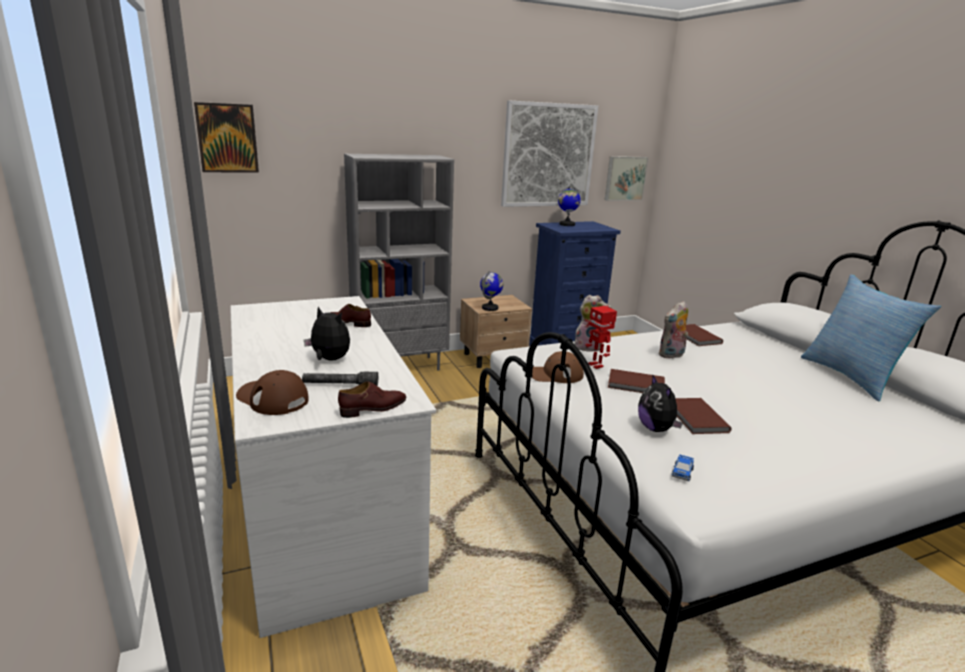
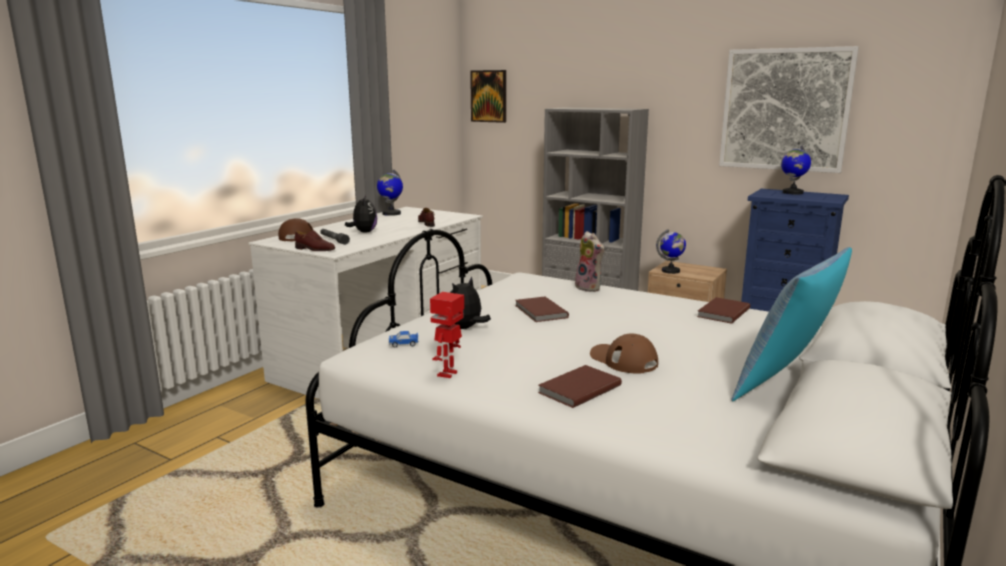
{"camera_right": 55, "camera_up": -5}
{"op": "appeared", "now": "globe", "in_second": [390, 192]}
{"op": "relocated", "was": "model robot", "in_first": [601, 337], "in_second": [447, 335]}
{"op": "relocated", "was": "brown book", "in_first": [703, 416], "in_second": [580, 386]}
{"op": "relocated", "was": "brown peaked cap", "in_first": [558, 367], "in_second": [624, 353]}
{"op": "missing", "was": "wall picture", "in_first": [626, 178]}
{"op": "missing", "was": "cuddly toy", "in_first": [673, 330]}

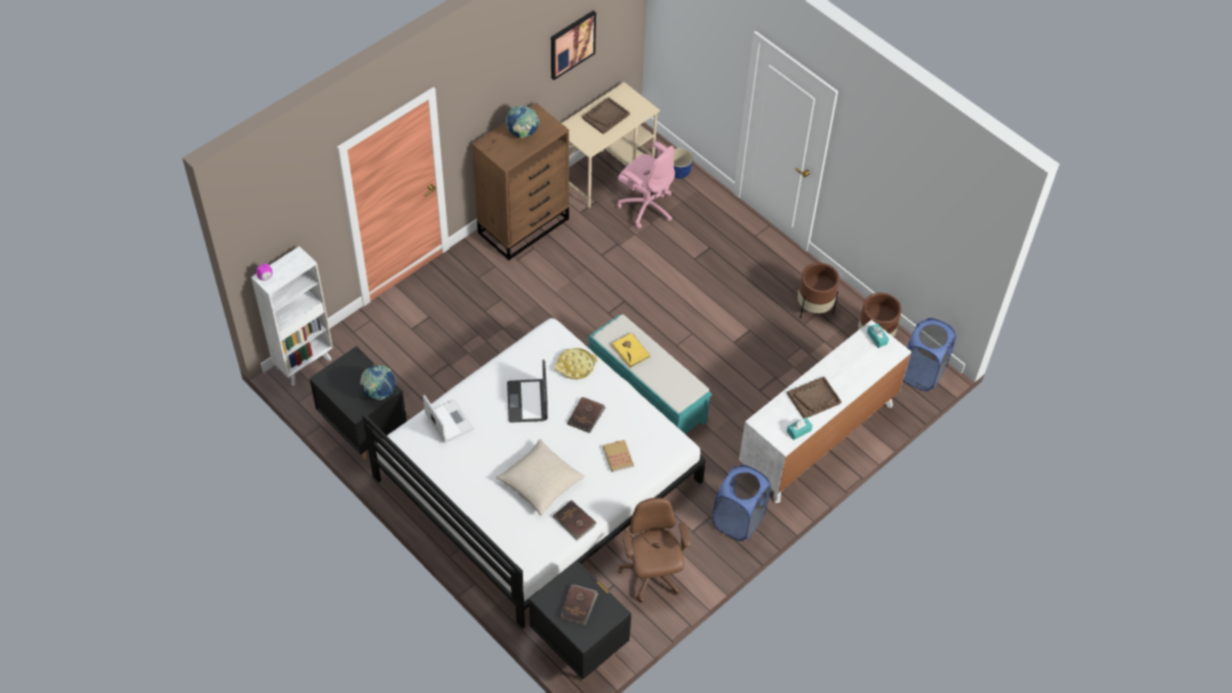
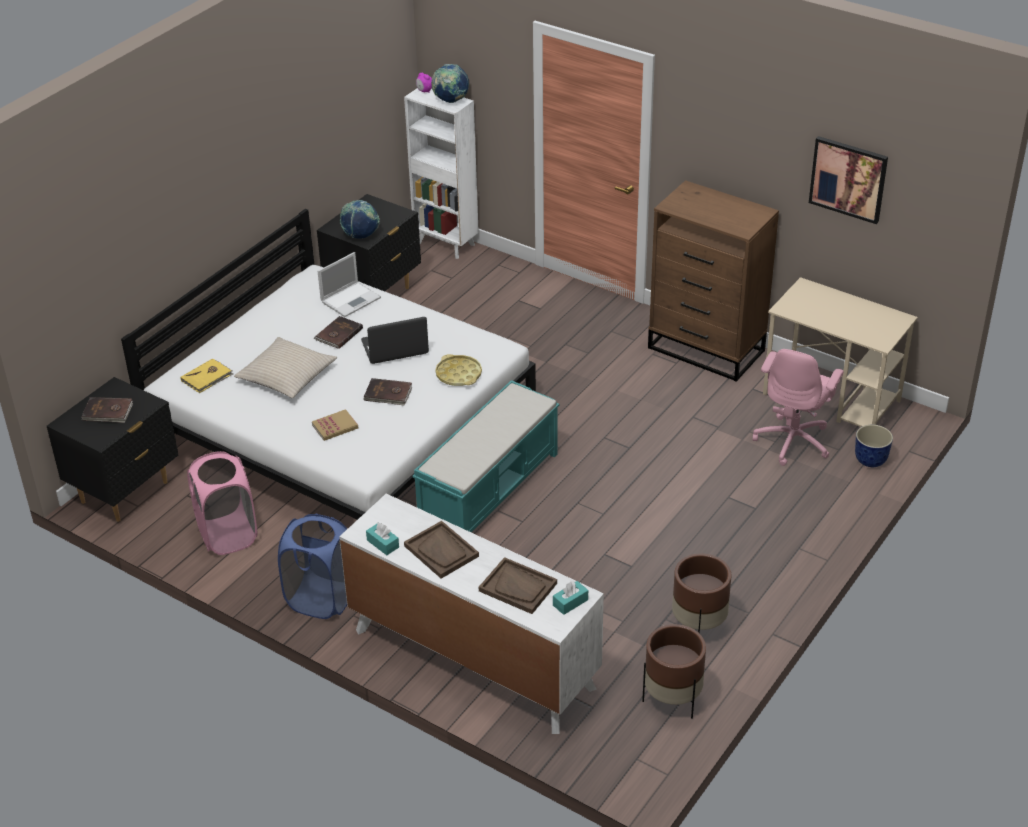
{"camera_right": 80, "camera_up": -15}
{"op": "relocated", "was": "yellow-coloured book", "in_first": [631, 350], "in_second": [206, 375]}
{"op": "exchanged", "was": "brown office chair", "now": "pink-coloured laundry basket", "in_first": [654, 550], "in_second": [222, 503]}
{"op": "relocated", "was": "brown book", "in_first": [574, 520], "in_second": [338, 332]}
{"op": "relocated", "was": "globe", "in_first": [522, 122], "in_second": [450, 83]}
{"op": "relocated", "was": "brown carrying tray", "in_first": [606, 115], "in_second": [518, 585]}
{"op": "missing", "was": "blue-coloured laundry basket", "in_first": [929, 354]}

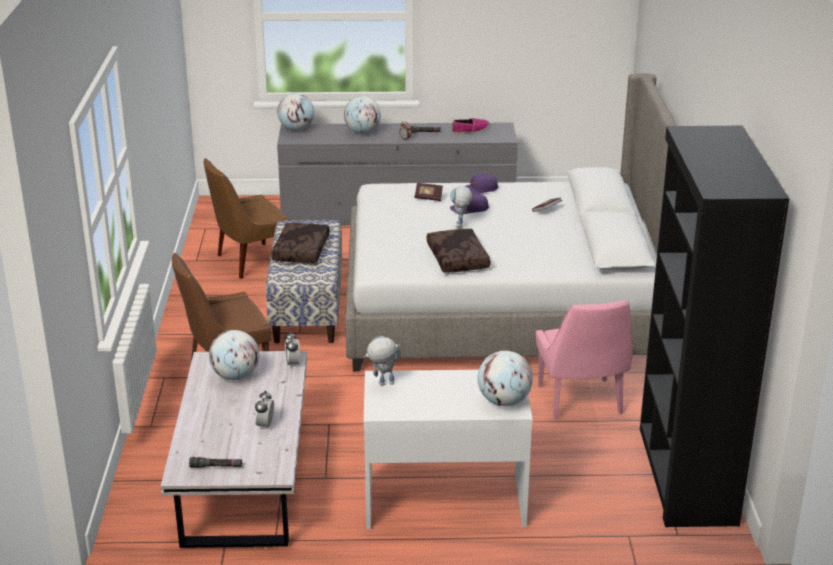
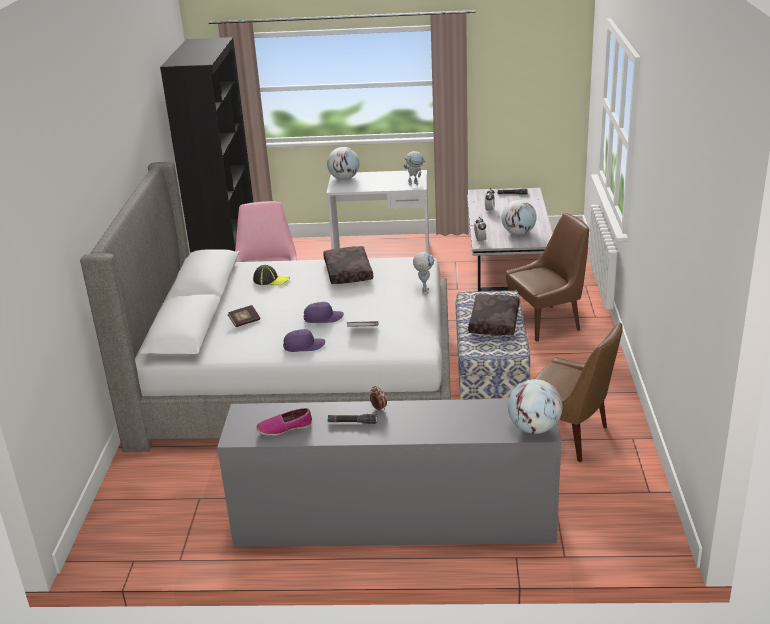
{"camera_right": -175, "camera_up": 0}
{"op": "appeared", "now": "peaked cap", "in_second": [271, 275]}
{"op": "relocated", "was": "model robot", "in_first": [461, 206], "in_second": [423, 273]}
{"op": "spun", "was": "brown plain chair", "in_first": [247, 218], "in_second": [578, 392], "clockwise": 60}
{"op": "missing", "was": "globe", "in_first": [362, 115]}

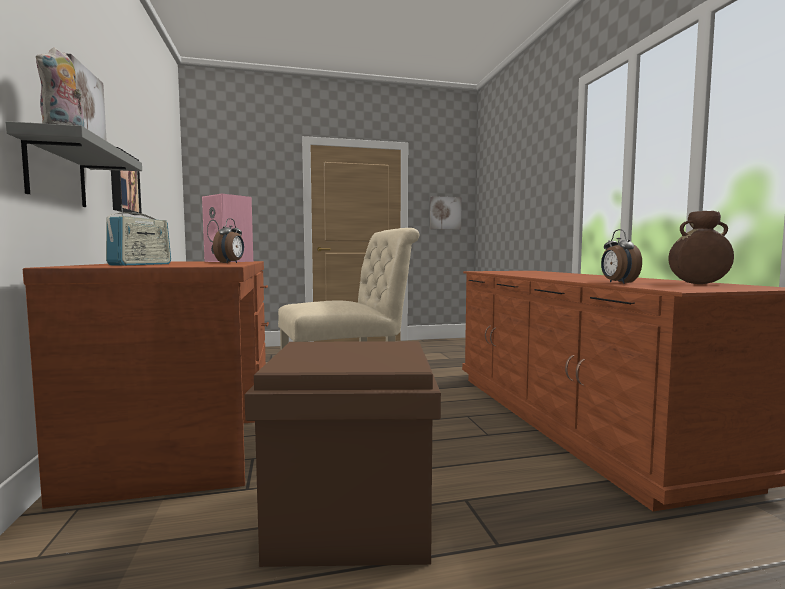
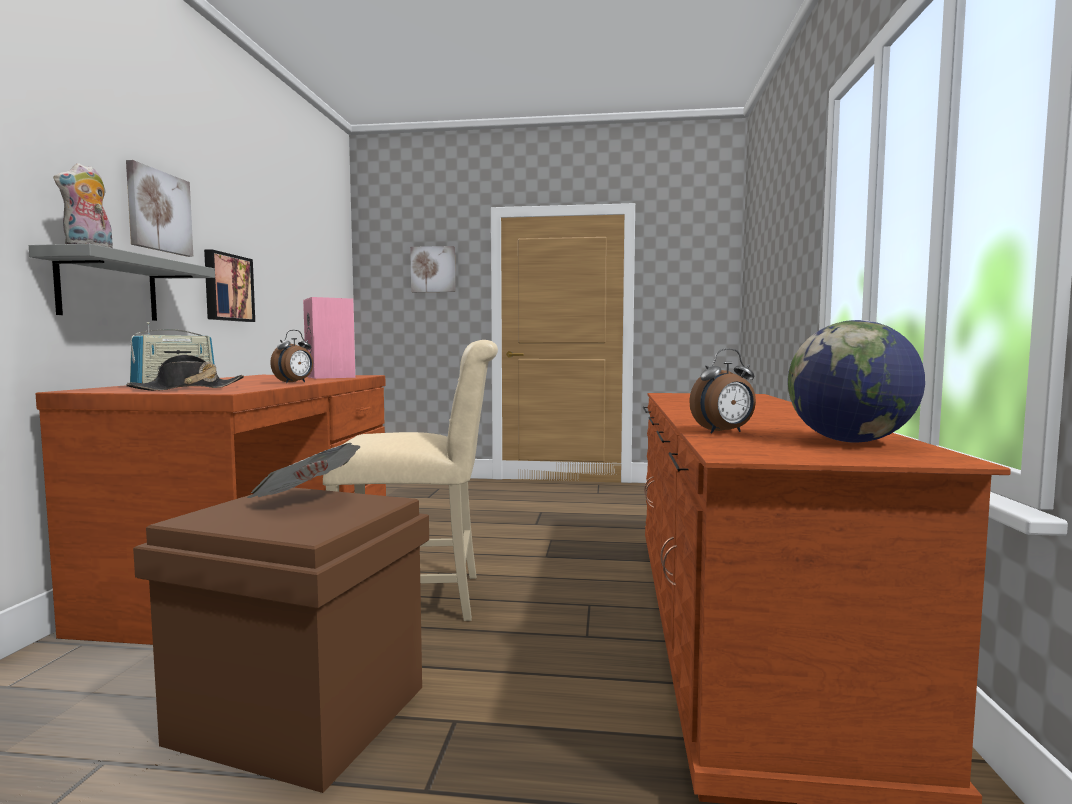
{"camera_right": 20, "camera_up": 0}
{"op": "appeared", "now": "blackish clothing hat", "in_second": [185, 373]}
{"op": "appeared", "now": "newspaper", "in_second": [303, 470]}
{"op": "relocated", "was": "wall picture", "in_first": [446, 213], "in_second": [433, 269]}
{"op": "spun", "was": "alarm clock", "in_first": [621, 256], "in_second": [722, 390], "clockwise": -120}
{"op": "exchanged", "was": "brown flower vase", "now": "globe", "in_first": [701, 247], "in_second": [856, 381]}

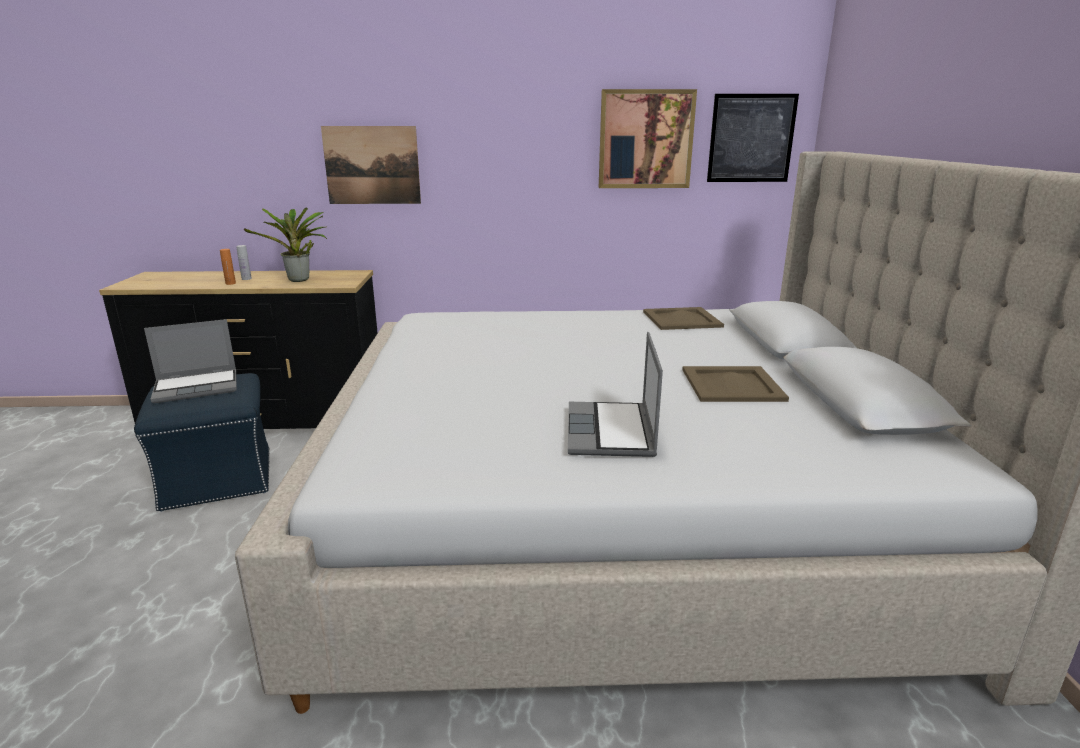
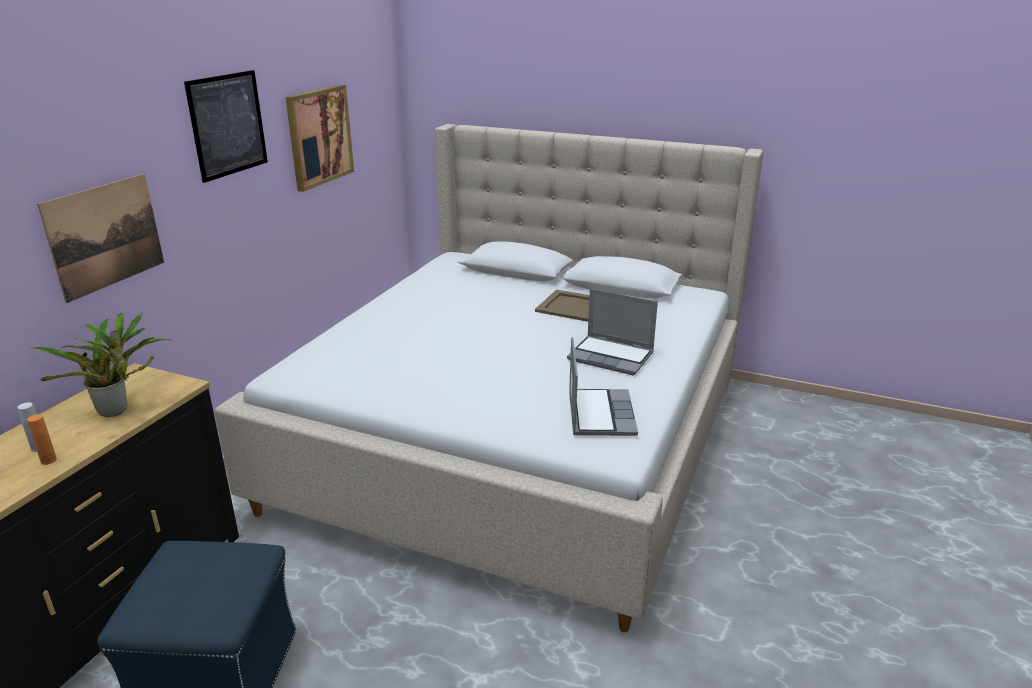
{"camera_right": -65, "camera_up": 5}
{"op": "relocated", "was": "wall picture", "in_first": [753, 138], "in_second": [226, 126]}
{"op": "relocated", "was": "portable computer", "in_first": [190, 361], "in_second": [603, 386]}
{"op": "missing", "was": "sand-coloured carrying tray", "in_first": [683, 318]}

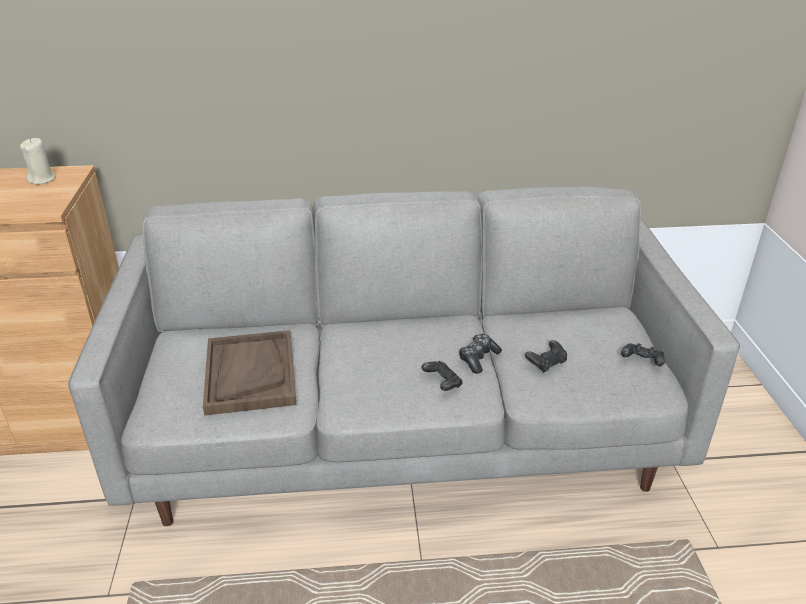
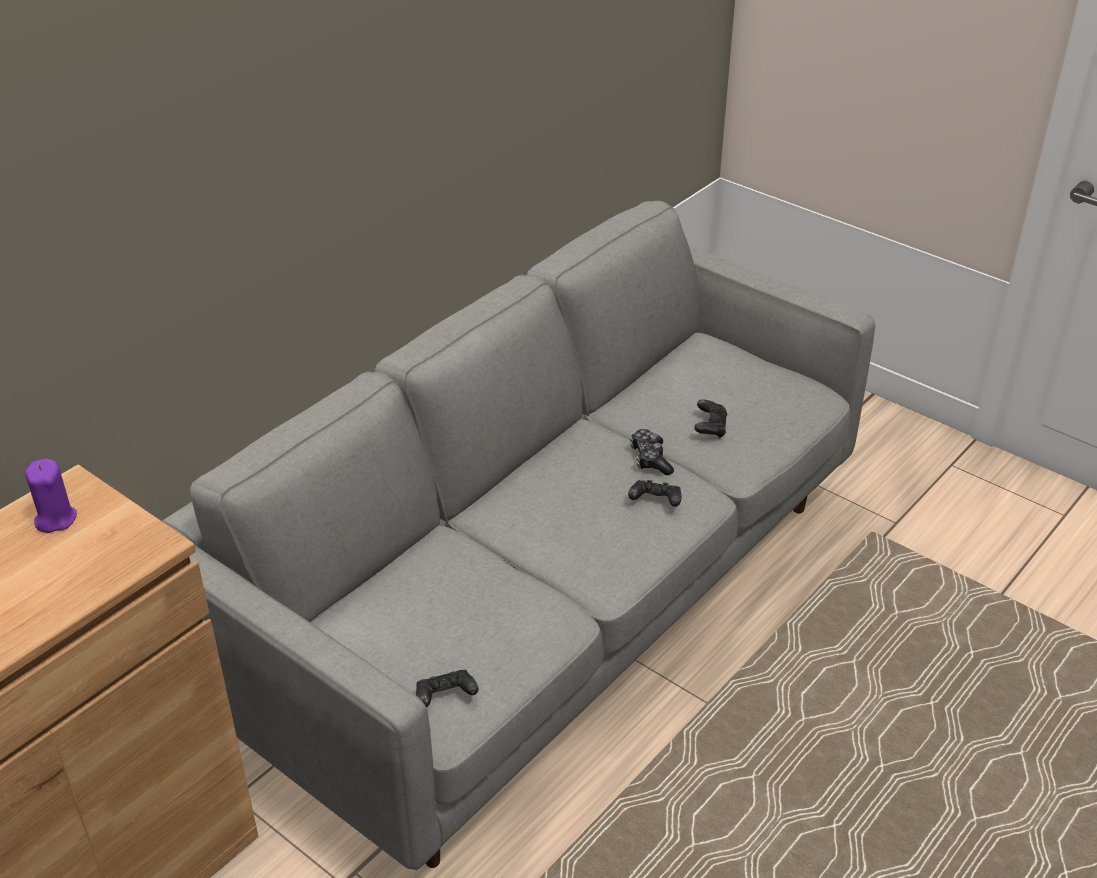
{"camera_right": -45, "camera_up": 5}
{"op": "colour", "was": "sand-coloured candle", "now": "purple candle", "in_first": [38, 161], "in_second": [51, 496]}
{"op": "relocated", "was": "blackish joypad", "in_first": [643, 354], "in_second": [447, 688]}
{"op": "missing", "was": "brown carrying tray", "in_first": [249, 373]}

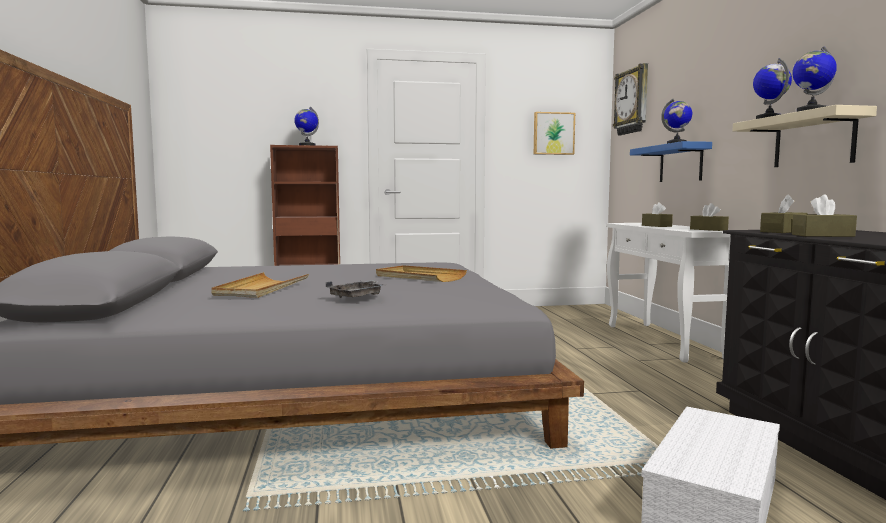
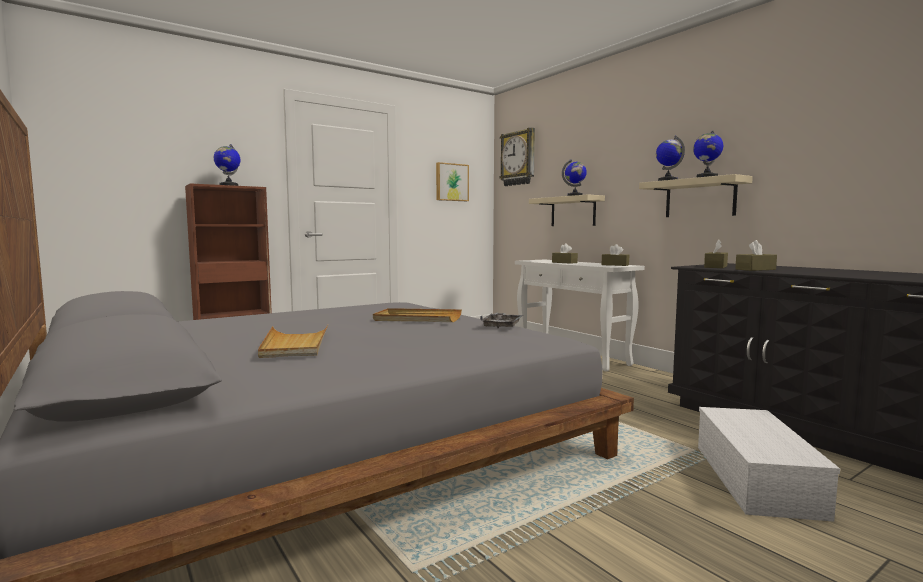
{"camera_right": -25, "camera_up": 0}
{"op": "relocated", "was": "greyish carrying tray", "in_first": [354, 289], "in_second": [501, 320]}
{"op": "colour", "was": "blue-coloured wall shelf", "now": "sand-coloured wall shelf", "in_first": [671, 161], "in_second": [567, 210]}

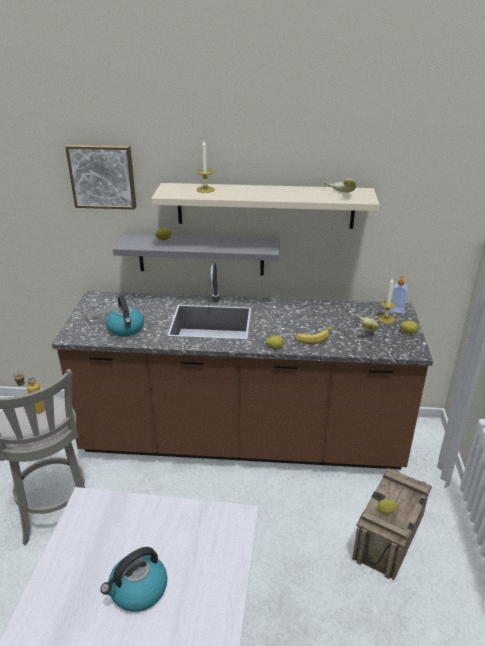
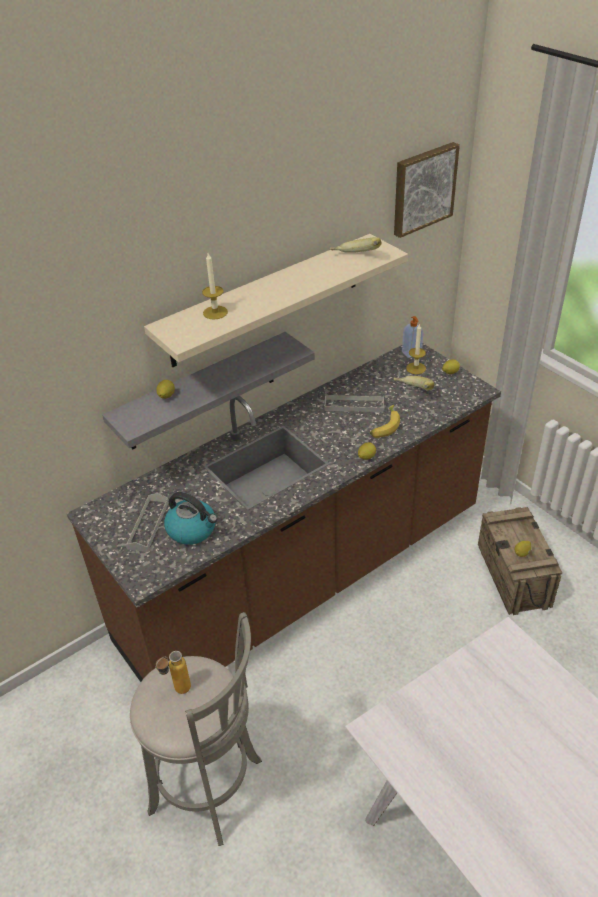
{"camera_right": -40, "camera_up": 10}
{"op": "appeared", "now": "greyish carrying tray", "in_second": [354, 403]}
{"op": "relocated", "was": "wall picture", "in_first": [100, 177], "in_second": [427, 190]}
{"op": "missing", "was": "water kettle", "in_first": [133, 579]}

